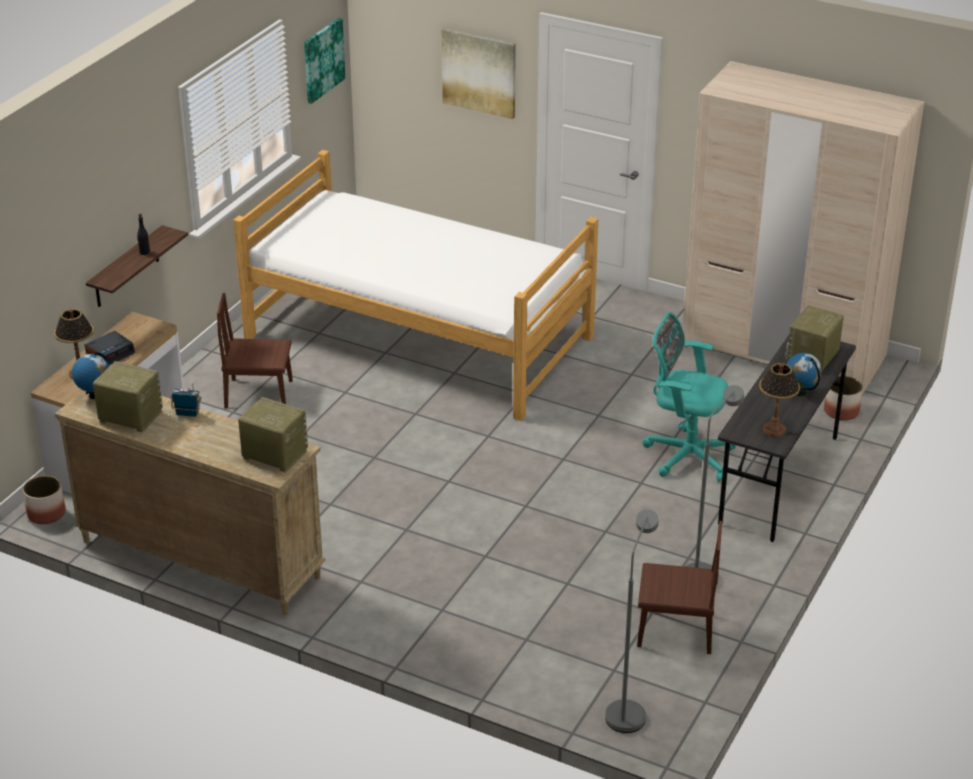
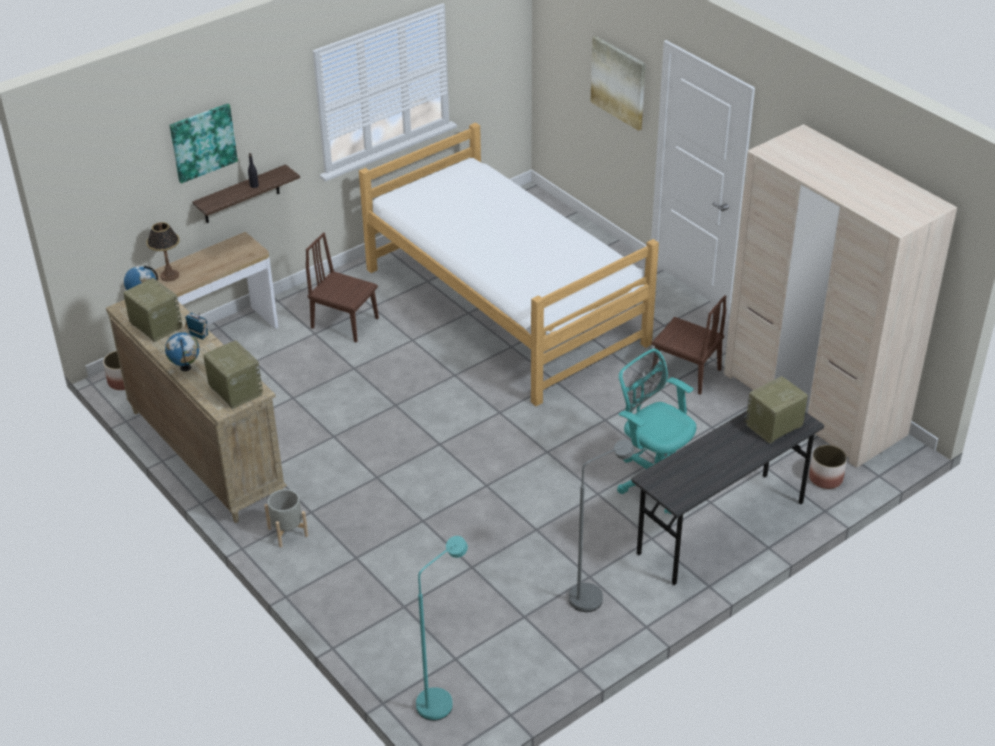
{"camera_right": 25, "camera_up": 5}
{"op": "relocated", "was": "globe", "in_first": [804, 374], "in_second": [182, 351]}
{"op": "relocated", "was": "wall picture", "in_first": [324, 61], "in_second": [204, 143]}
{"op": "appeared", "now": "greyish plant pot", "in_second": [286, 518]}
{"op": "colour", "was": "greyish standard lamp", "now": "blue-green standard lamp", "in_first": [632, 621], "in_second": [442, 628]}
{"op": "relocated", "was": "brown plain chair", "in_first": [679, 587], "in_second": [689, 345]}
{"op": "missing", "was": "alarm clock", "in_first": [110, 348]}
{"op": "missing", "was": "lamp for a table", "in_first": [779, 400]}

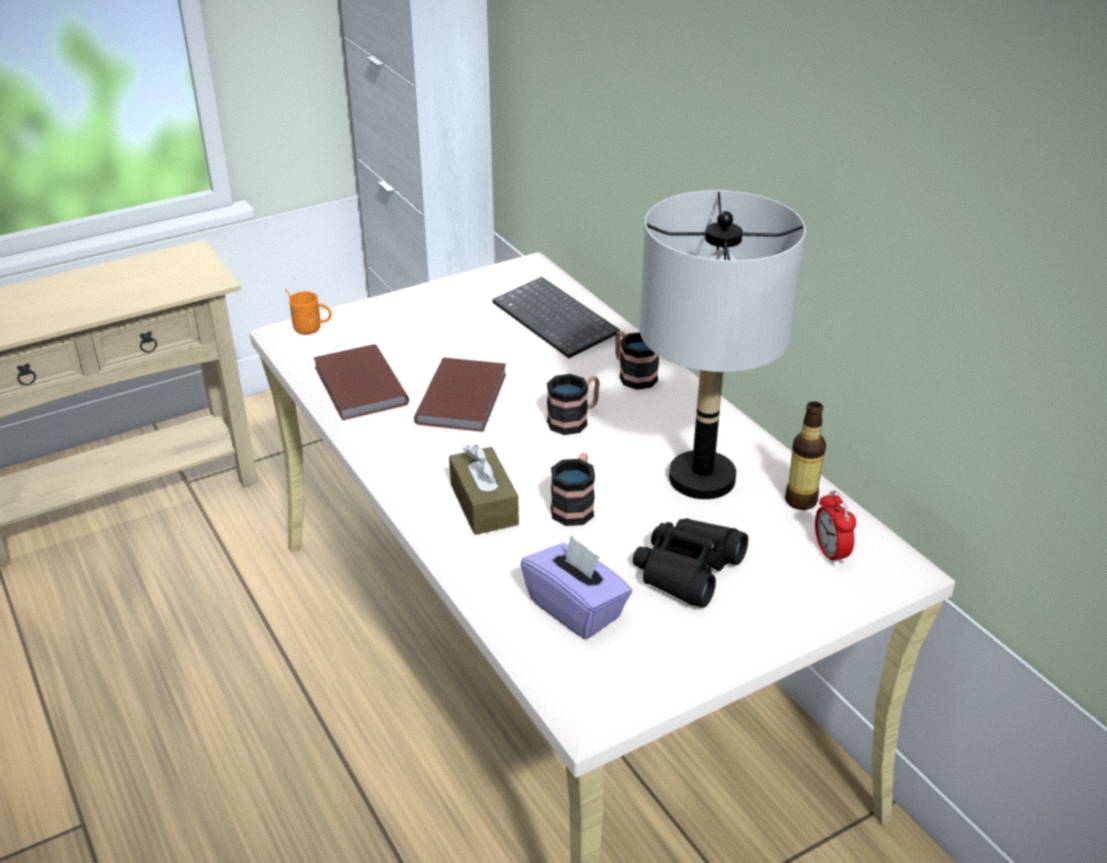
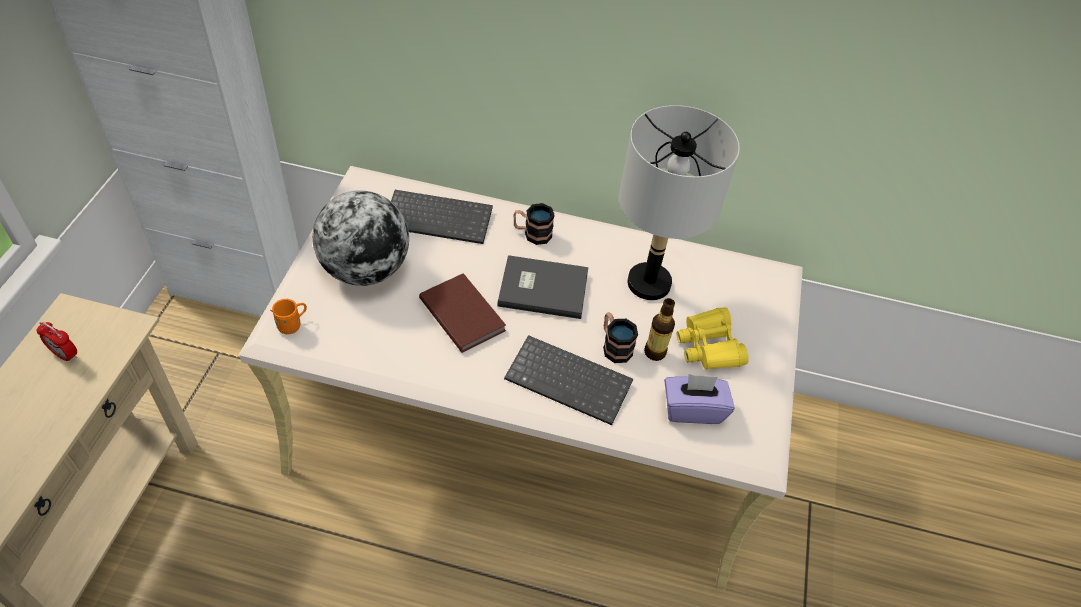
{"camera_right": -50, "camera_up": 15}
{"op": "relocated", "was": "alarm clock", "in_first": [835, 527], "in_second": [56, 342]}
{"op": "appeared", "now": "globe", "in_second": [360, 238]}
{"op": "exchanged", "was": "coffee mug", "now": "greyish book", "in_first": [573, 404], "in_second": [543, 287]}
{"op": "exchanged", "was": "brown tissue holder", "now": "keyboard", "in_first": [484, 490], "in_second": [568, 380]}
{"op": "relocated", "was": "bottle", "in_first": [805, 455], "in_second": [659, 329]}
{"op": "colour", "was": "blackish field glasses", "now": "yellow-coloured field glasses", "in_first": [690, 563], "in_second": [713, 338]}
{"op": "missing", "was": "brown book", "in_first": [361, 382]}

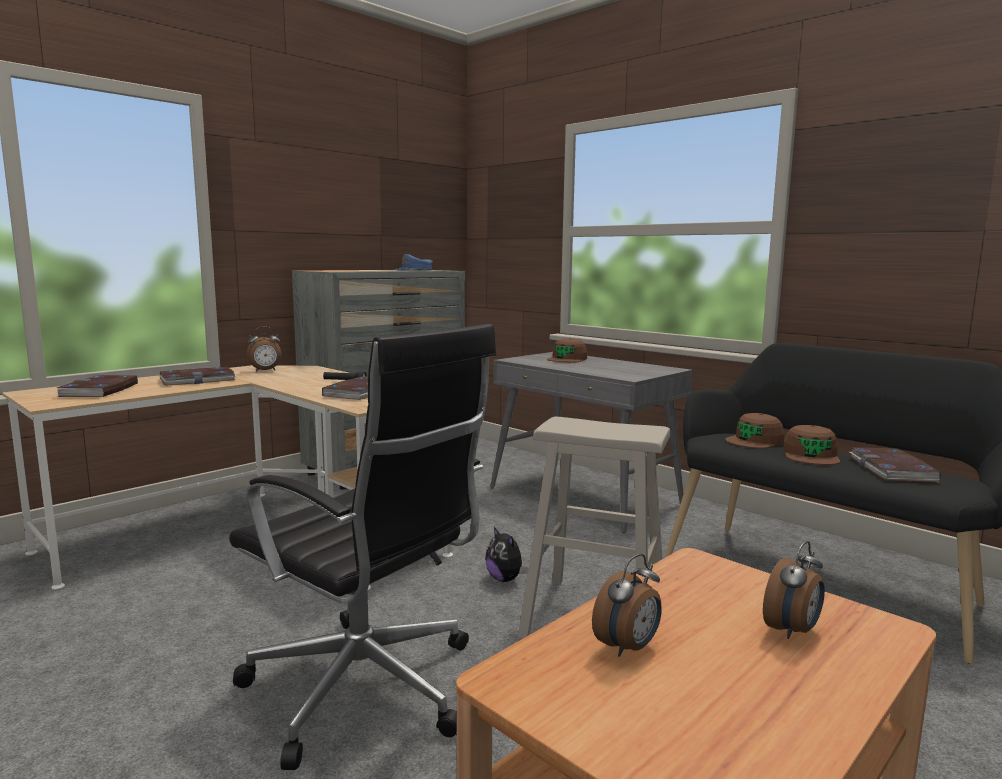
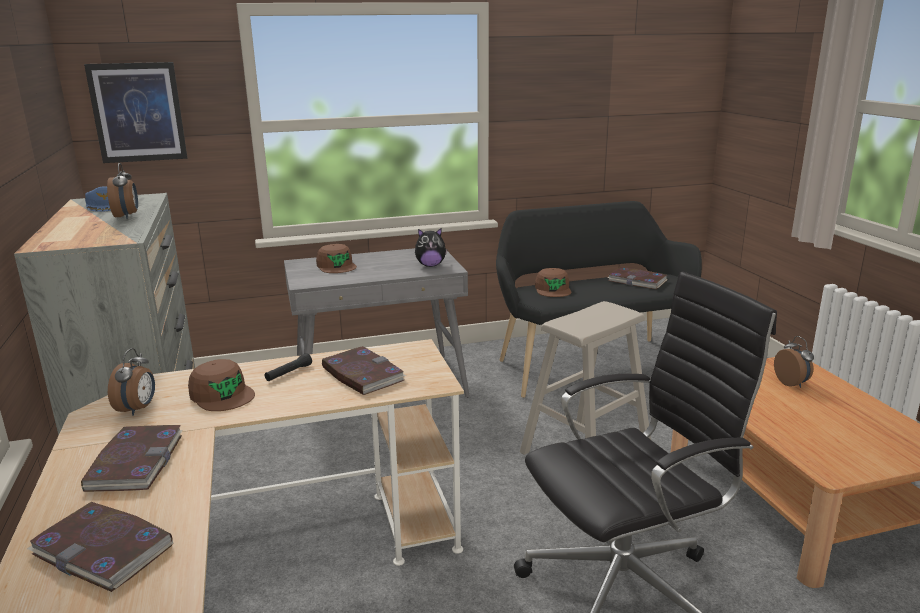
{"camera_right": -60, "camera_up": 10}
{"op": "appeared", "now": "wall picture", "in_second": [135, 112]}
{"op": "relocated", "was": "alarm clock", "in_first": [626, 605], "in_second": [122, 191]}
{"op": "relocated", "was": "brown peaked cap", "in_first": [811, 445], "in_second": [221, 385]}
{"op": "relocated", "was": "cuddly toy", "in_first": [506, 554], "in_second": [431, 247]}

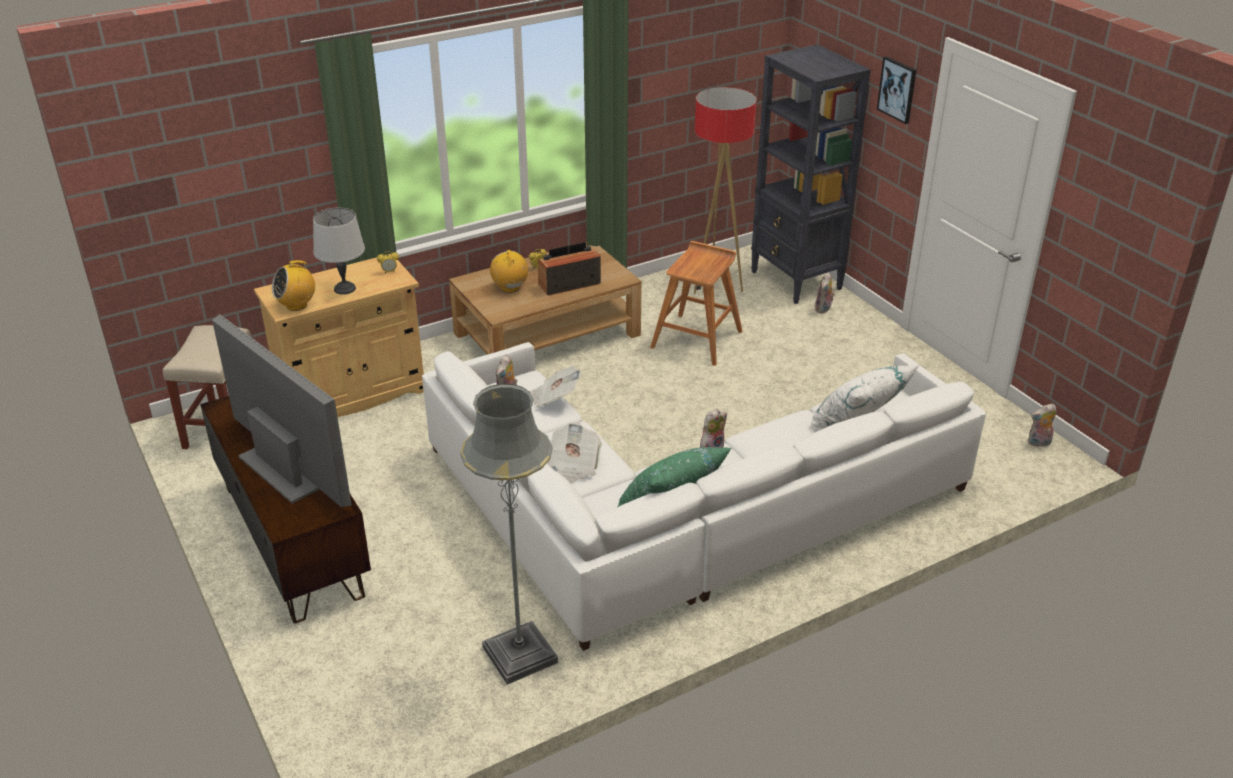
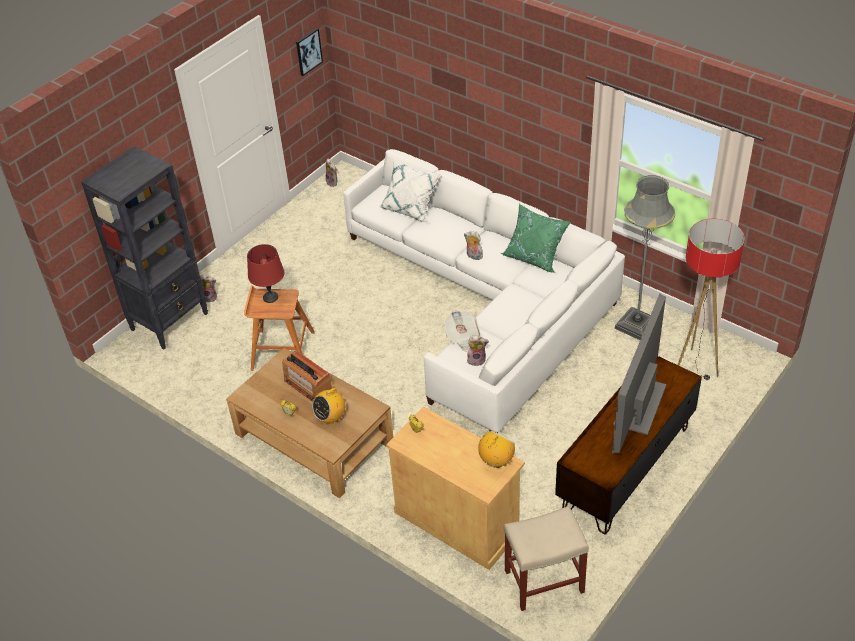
{"camera_right": -110, "camera_up": 10}
{"op": "appeared", "now": "reddish lamp for a table", "in_second": [265, 273]}
{"op": "relocated", "was": "wall picture", "in_first": [896, 90], "in_second": [309, 52]}
{"op": "spun", "was": "radio receiver", "in_first": [293, 285], "in_second": [496, 449], "clockwise": -90}
{"op": "relocated", "was": "standard lamp", "in_first": [725, 190], "in_second": [711, 299]}
{"op": "missing", "was": "greyish lamp for a table", "in_first": [339, 251]}
{"op": "missing", "was": "newspaper", "in_first": [576, 452]}

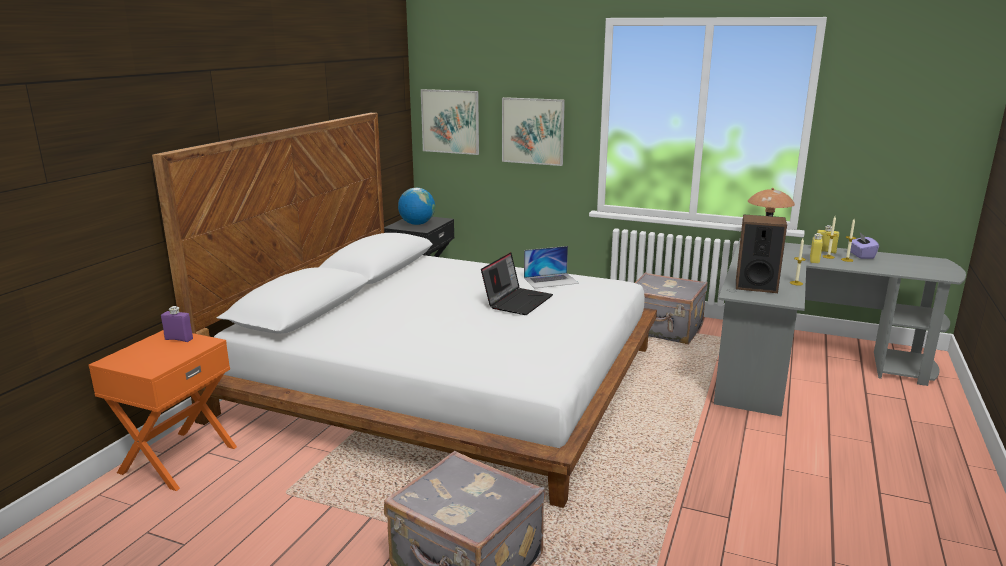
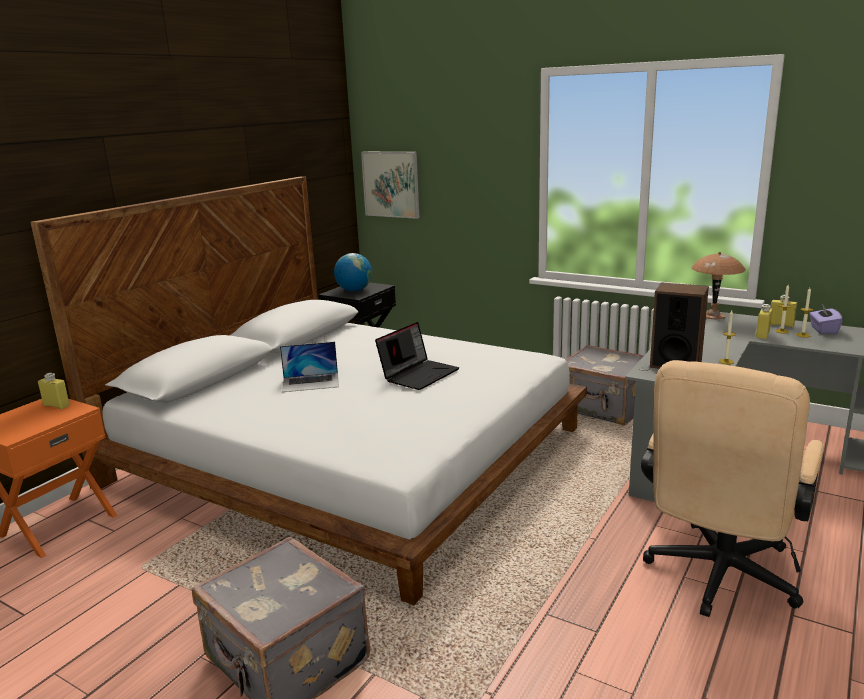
{"camera_right": 10, "camera_up": 0}
{"op": "colour", "was": "purple bottle", "now": "yellow-coloured bottle", "in_first": [177, 324], "in_second": [54, 391]}
{"op": "relocated", "was": "portable computer", "in_first": [551, 267], "in_second": [309, 367]}
{"op": "appeared", "now": "sand-coloured office chair", "in_second": [732, 488]}
{"op": "missing", "was": "wall picture", "in_first": [533, 131]}

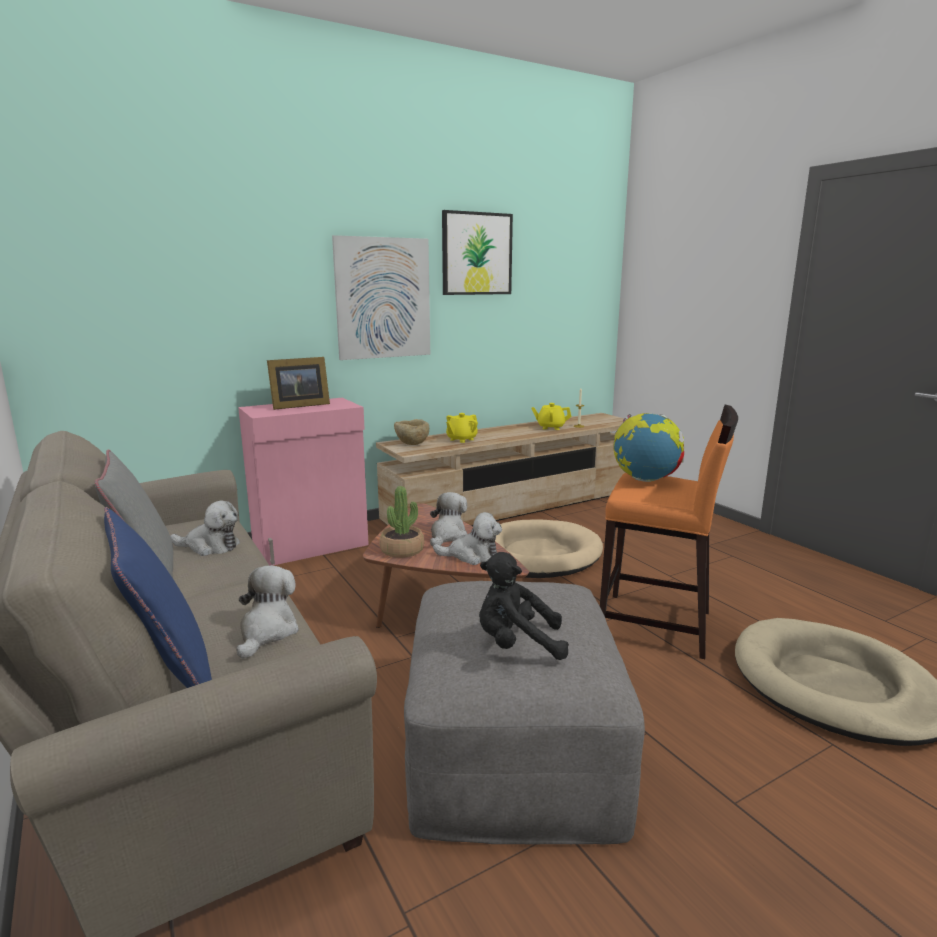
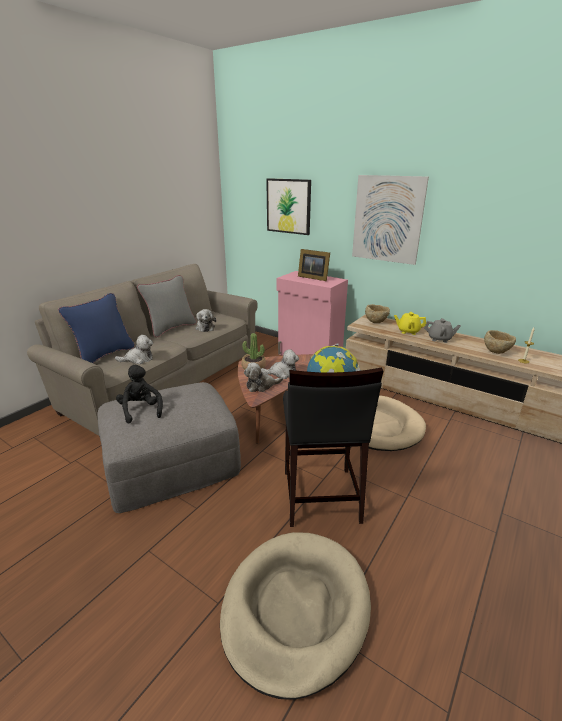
{"camera_right": 65, "camera_up": 10}
{"op": "spun", "was": "cuddly toy", "in_first": [467, 538], "in_second": [263, 377], "clockwise": 90}
{"op": "relocated", "was": "wall picture", "in_first": [477, 252], "in_second": [288, 206]}
{"op": "colour", "was": "orange stool", "now": "blackish stool", "in_first": [669, 532], "in_second": [333, 447]}
{"op": "appeared", "now": "greyish tea pot", "in_second": [442, 330]}
{"op": "exchanged", "was": "yellow-coloured tea pot", "now": "sand-coloured serving bowl", "in_first": [551, 416], "in_second": [500, 342]}

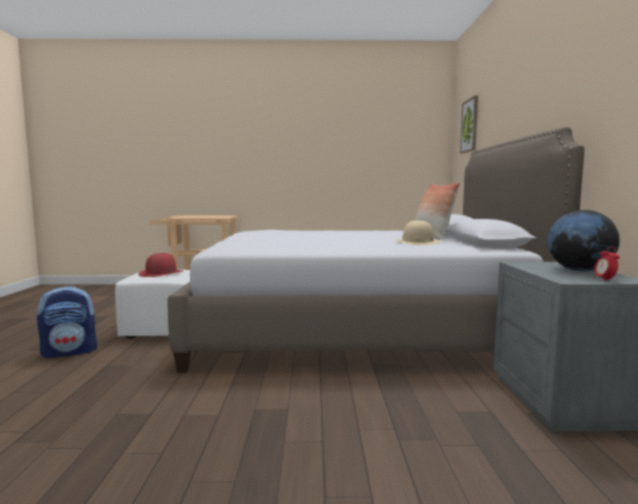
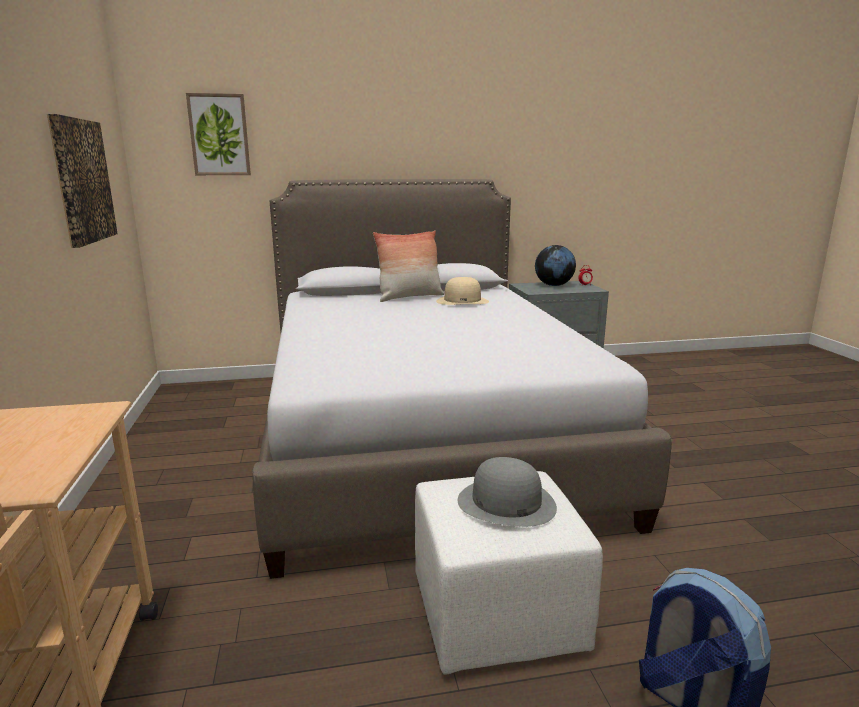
{"camera_right": -100, "camera_up": 10}
{"op": "appeared", "now": "wall picture", "in_second": [82, 181]}
{"op": "colour", "was": "reddish clothing hat", "now": "greyish clothing hat", "in_first": [160, 265], "in_second": [507, 492]}

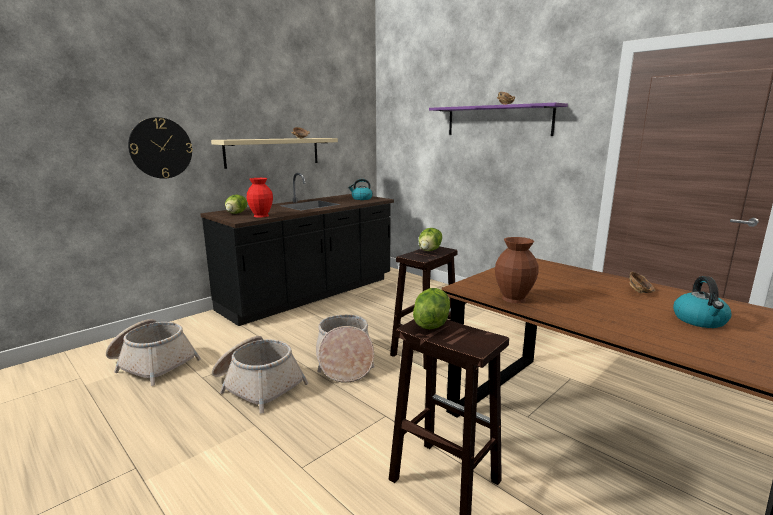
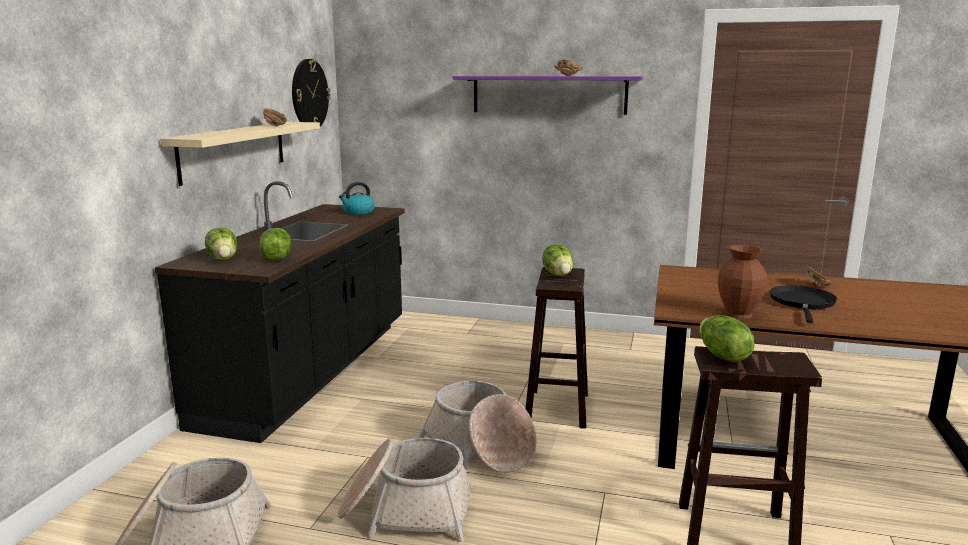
{"camera_right": -30, "camera_up": 0}
{"op": "exchanged", "was": "reddish flower vase", "now": "lettuce head", "in_first": [260, 198], "in_second": [275, 244]}
{"op": "relocated", "was": "clock on the wall", "in_first": [160, 148], "in_second": [311, 92]}
{"op": "appeared", "now": "blackish skillet", "in_second": [803, 304]}
{"op": "missing", "was": "water kettle", "in_first": [702, 302]}

